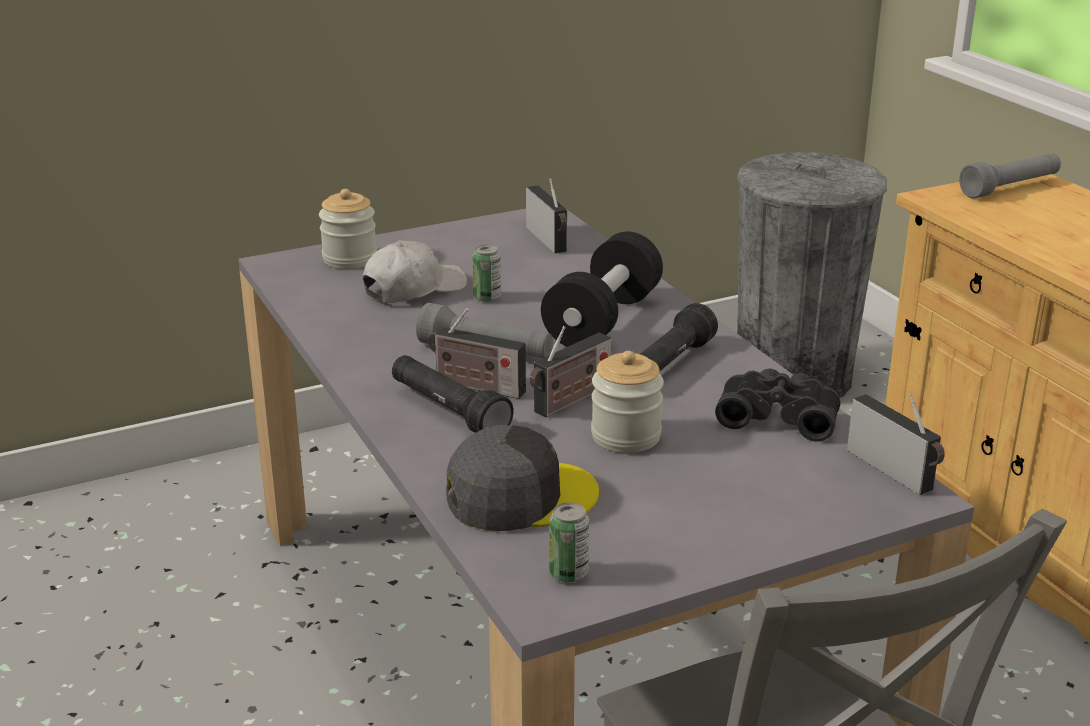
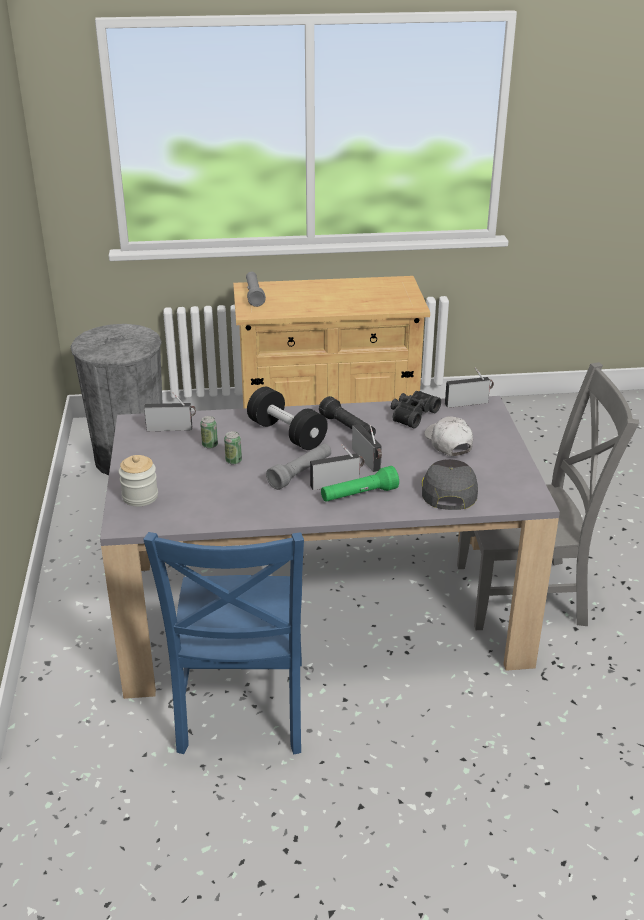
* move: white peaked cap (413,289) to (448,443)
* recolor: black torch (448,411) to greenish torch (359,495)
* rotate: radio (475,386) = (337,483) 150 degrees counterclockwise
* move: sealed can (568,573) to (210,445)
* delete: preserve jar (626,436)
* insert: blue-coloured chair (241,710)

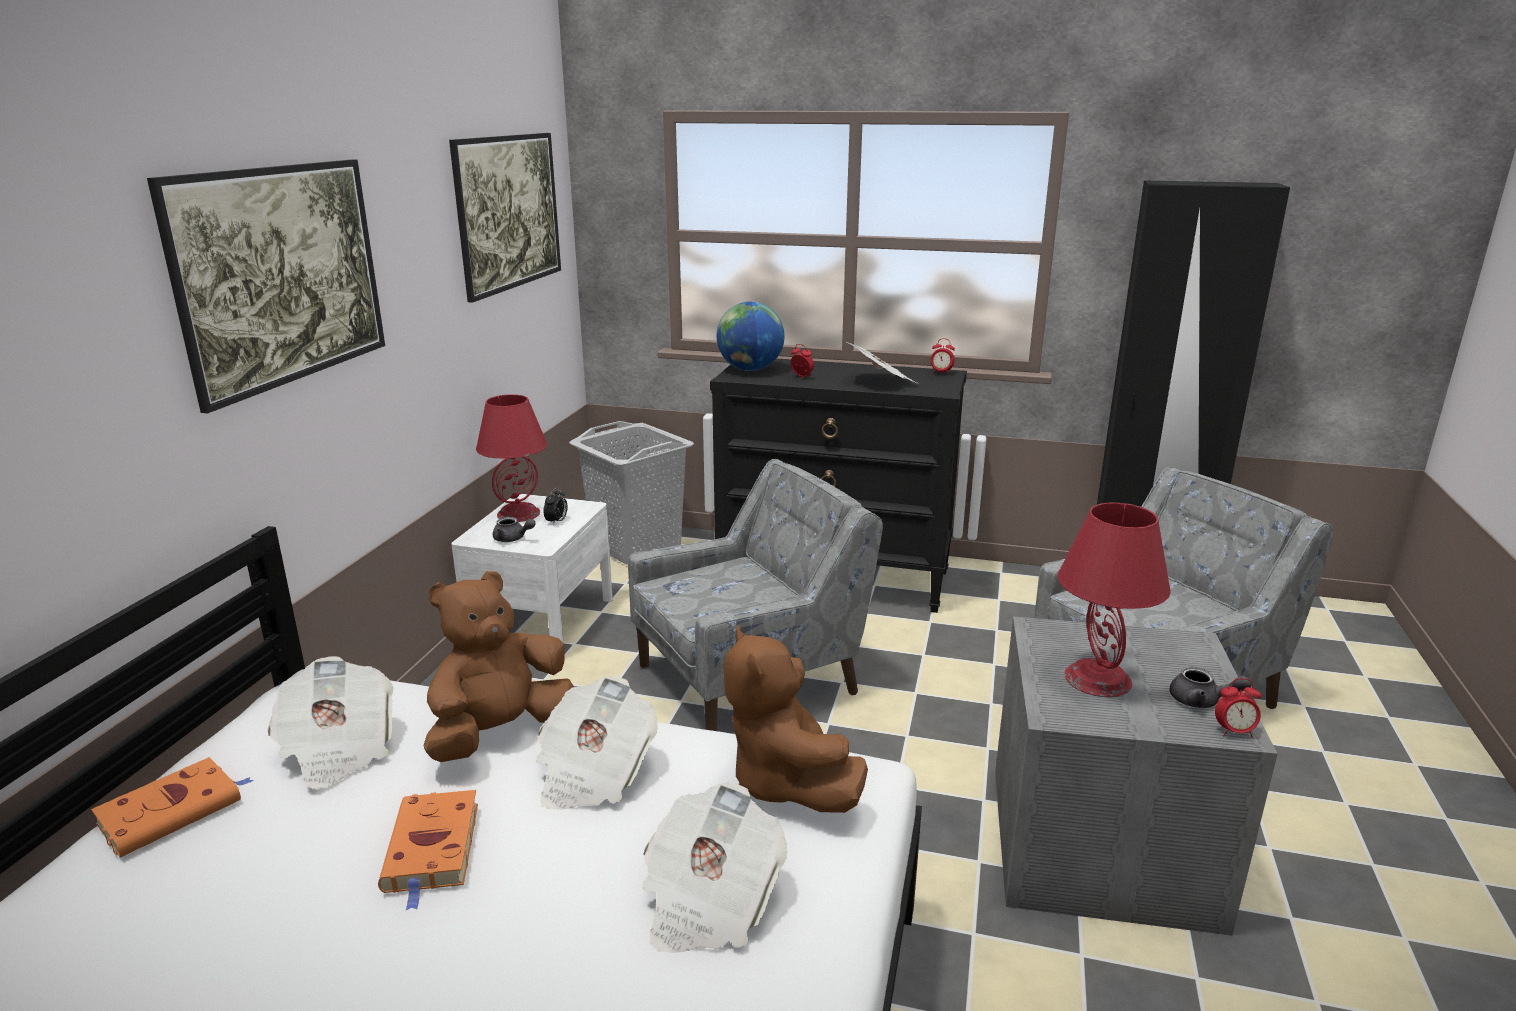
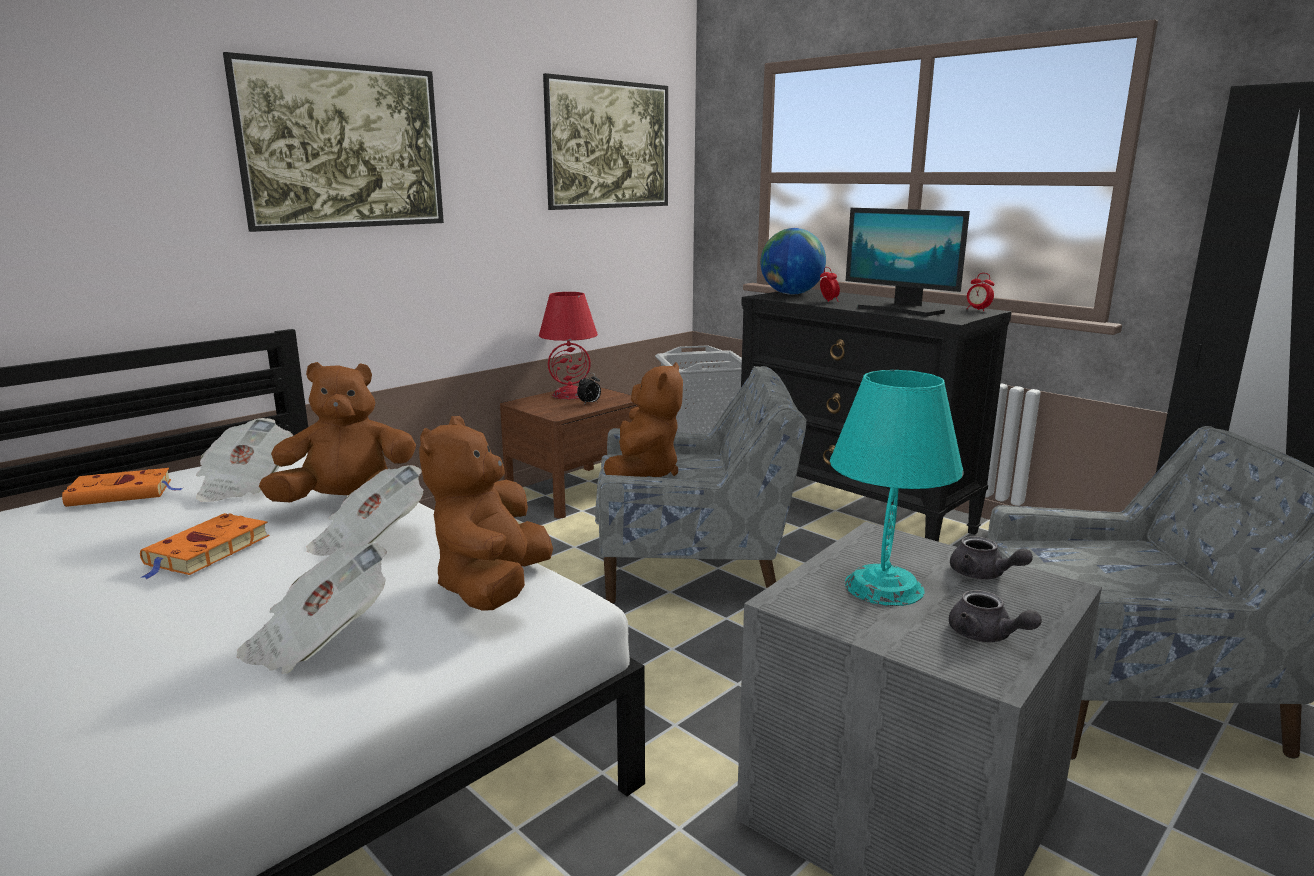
* recolor: white night table (542,621) to brown-coloured night table (575,491)
* move: gray tea pot (513,539) to (983,575)
* replace: newspaper (881,383) to computer display (899,310)
* recolor: red-coloured table lamp (1096,678) to blue-green table lamp (883,586)
* delete: table clock (1234,732)
* insert: brown-coloured cuddly toy (643,473)

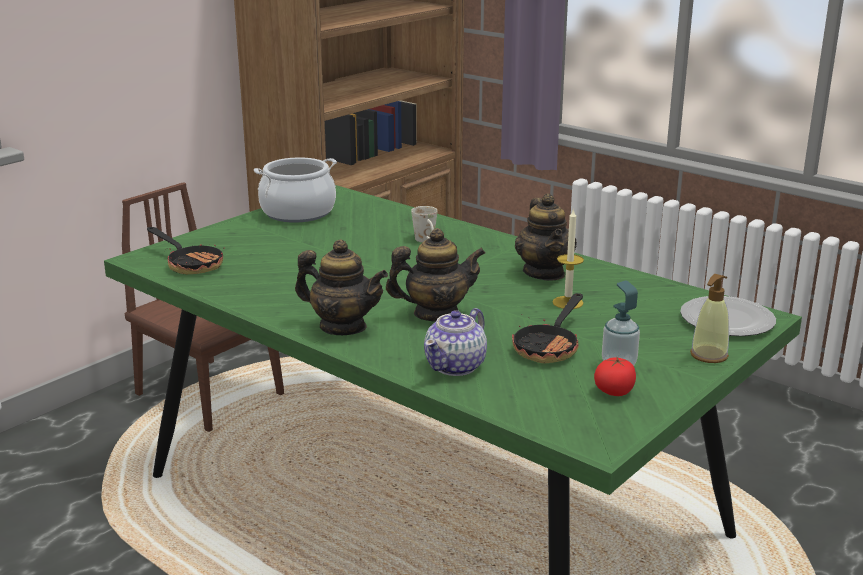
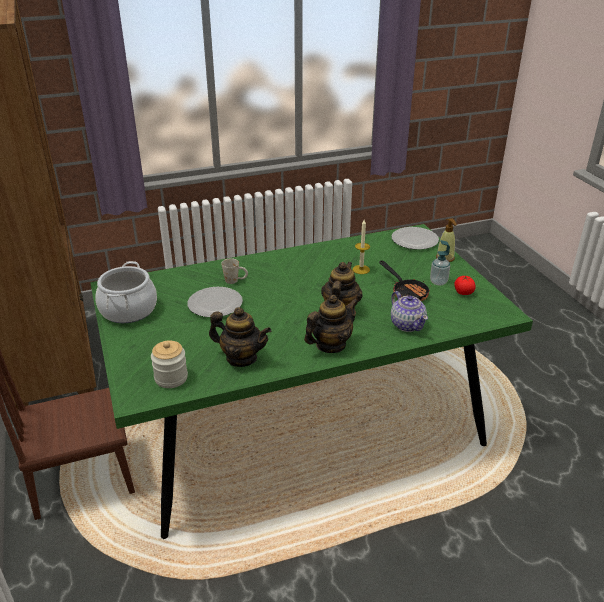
* replace: pan (190,264) to preserve jar (171,378)
* move: tea pot (544,273) to (241,358)
* insert: dinner plate (215,304)

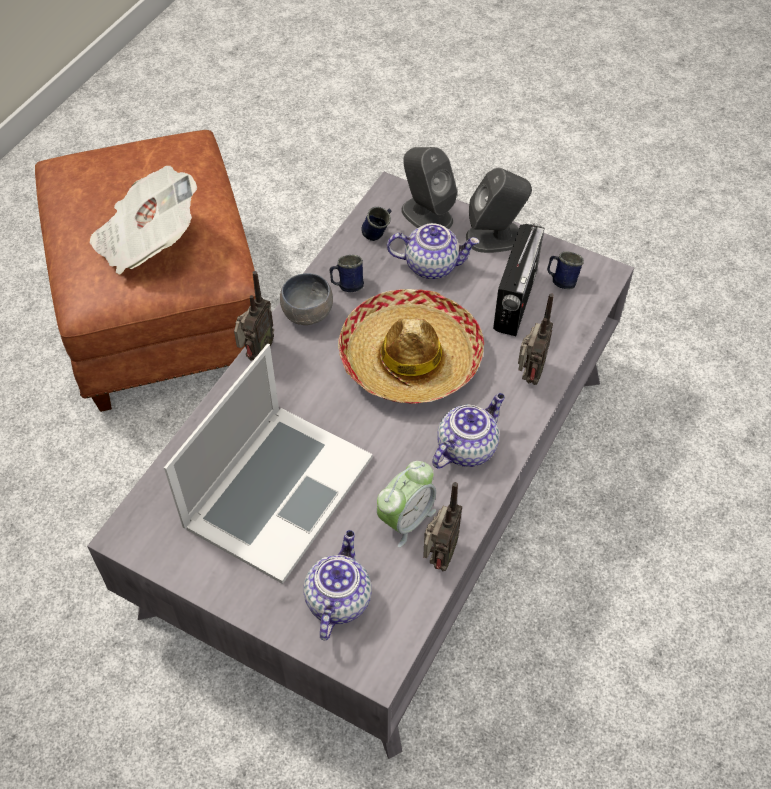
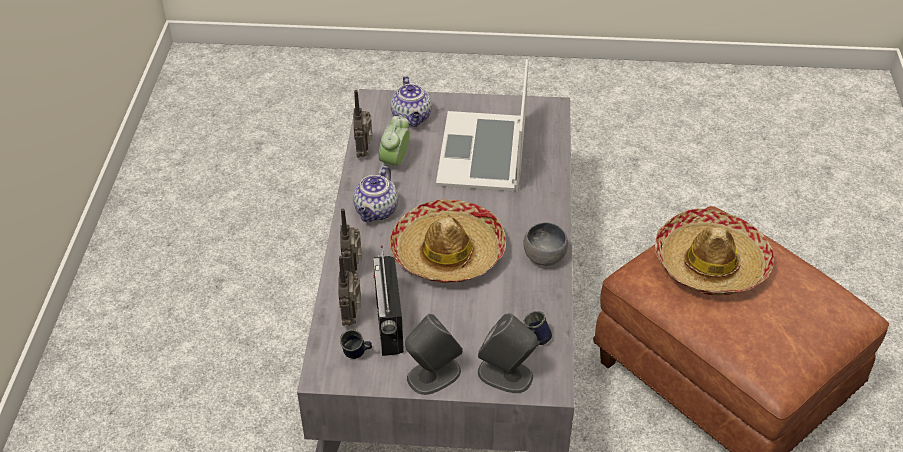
* replace: newspaper (147,241) to clothing hat (711,264)
* move: radio (256,354) to (352,317)
* delete: blue-coloured tea mug (347,285)
* delete: tea pot (432,265)

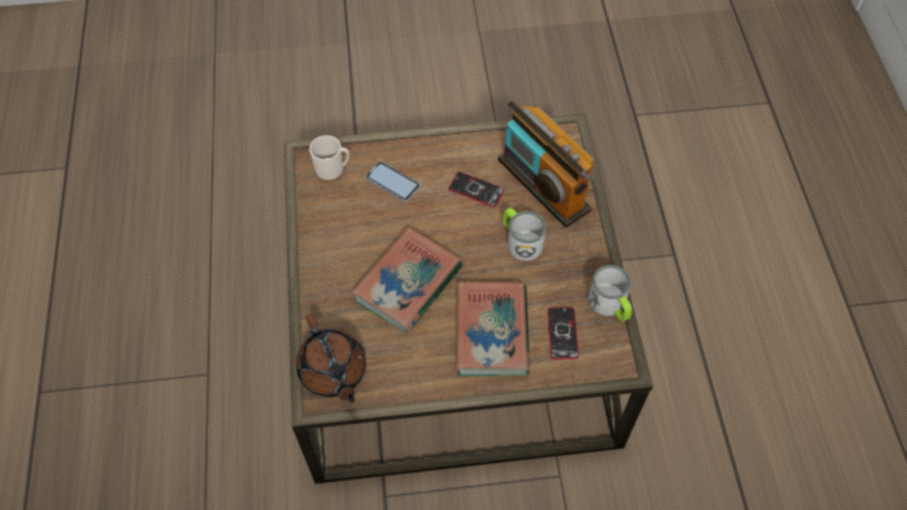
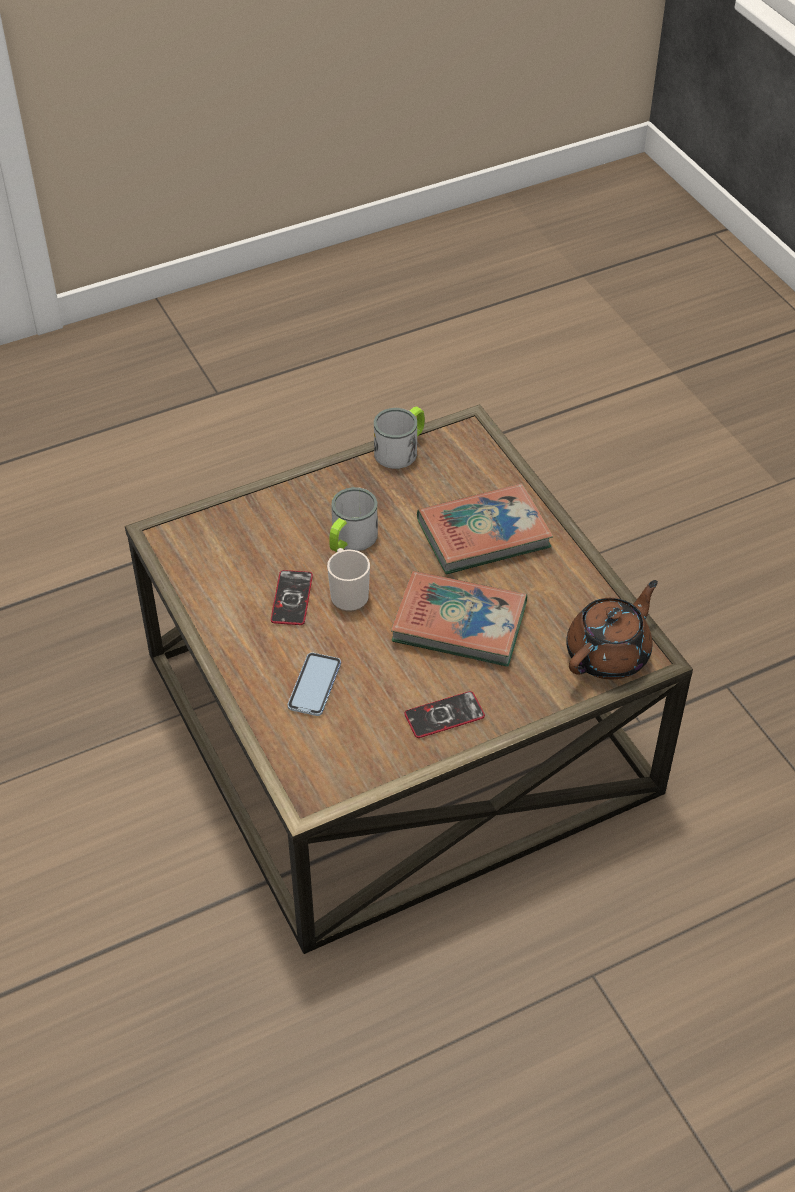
* move: tea mug (332,169) to (348,594)
* delete: radio (543,185)
* move: telephone (562,333) to (444,715)

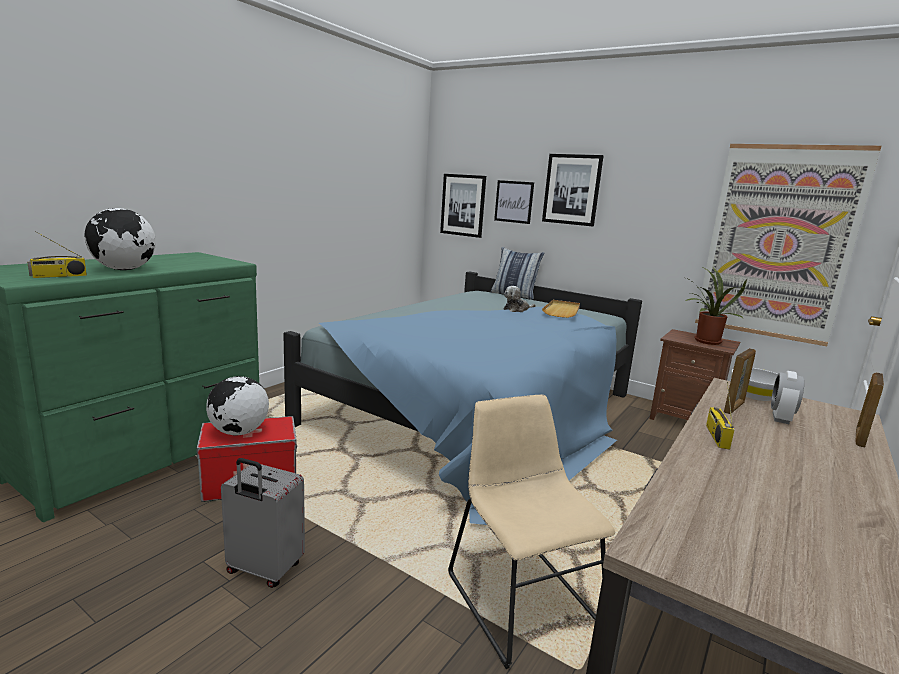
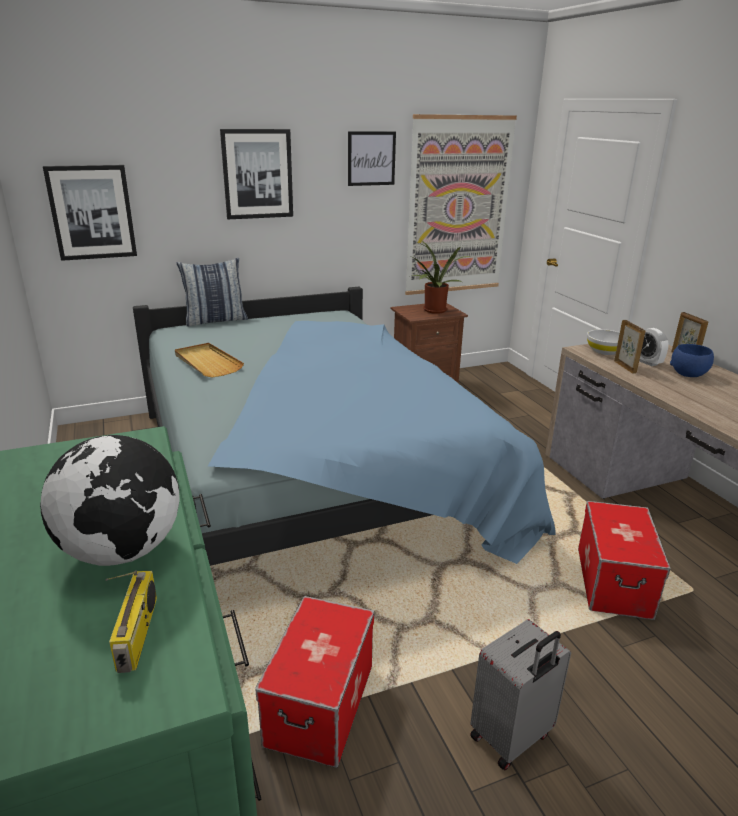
* delete: desk globe (239,432)
* replace: sand-coloured chair (520,596) to storage container (612,582)
* move: picture (514,201) to (371,158)
* delete: cuddly toy (517,310)
* move: sand-coloured tray (562,311) to (207,363)
* delete: radio (716,436)
* insert: blue-coloured deep dish (688,374)

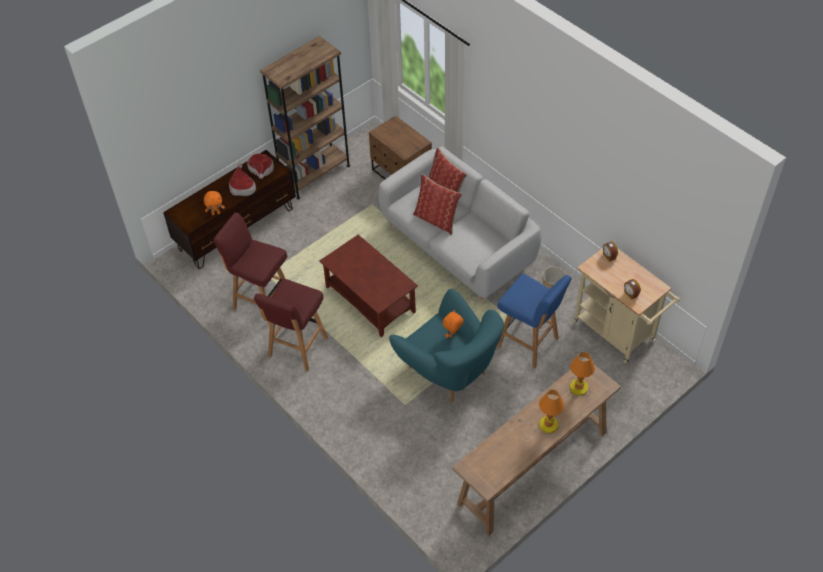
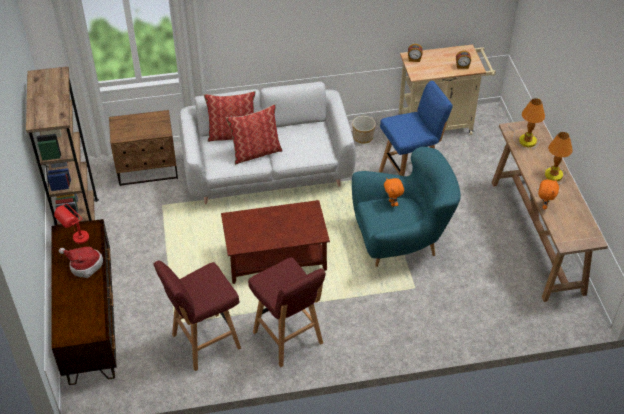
* move: orange-coloured cuddly toy (216,213) to (544,205)
* replace: clothing hat (261,170) to red-coloured table lamp (76,241)

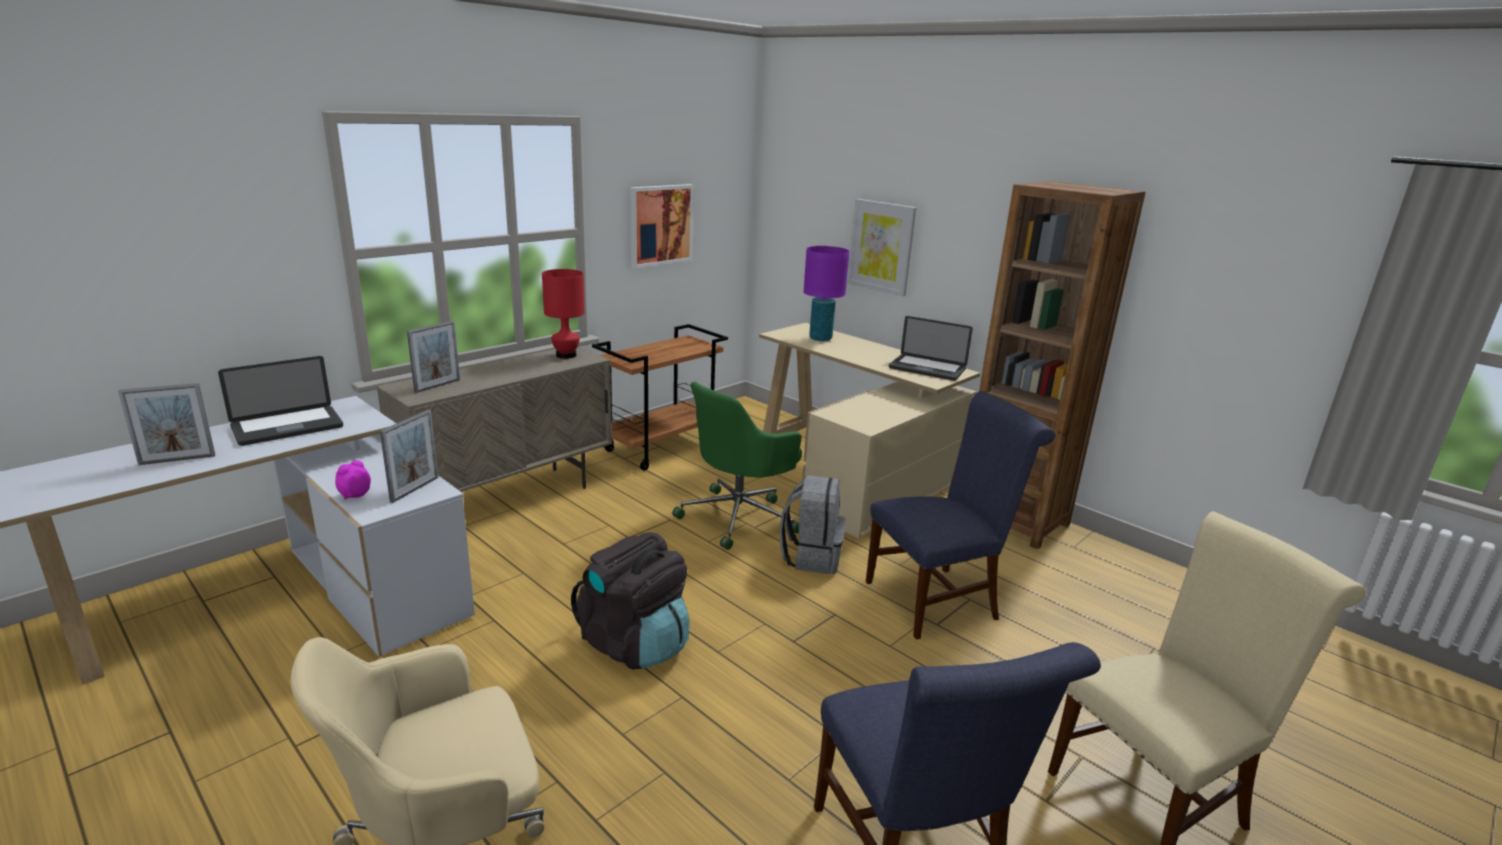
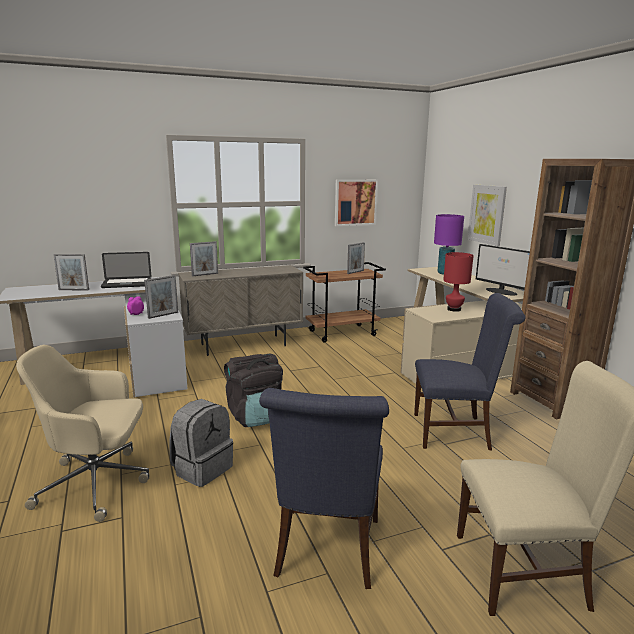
* move: red-coloured table lamp (566,355) to (454,309)
* delete: greenish desk chair (739,517)
* move: gray rucksack (811,557) to (202,468)
* replace: laptop (927,369) to computer display (501,291)
* insert: picture frame (355,272)

